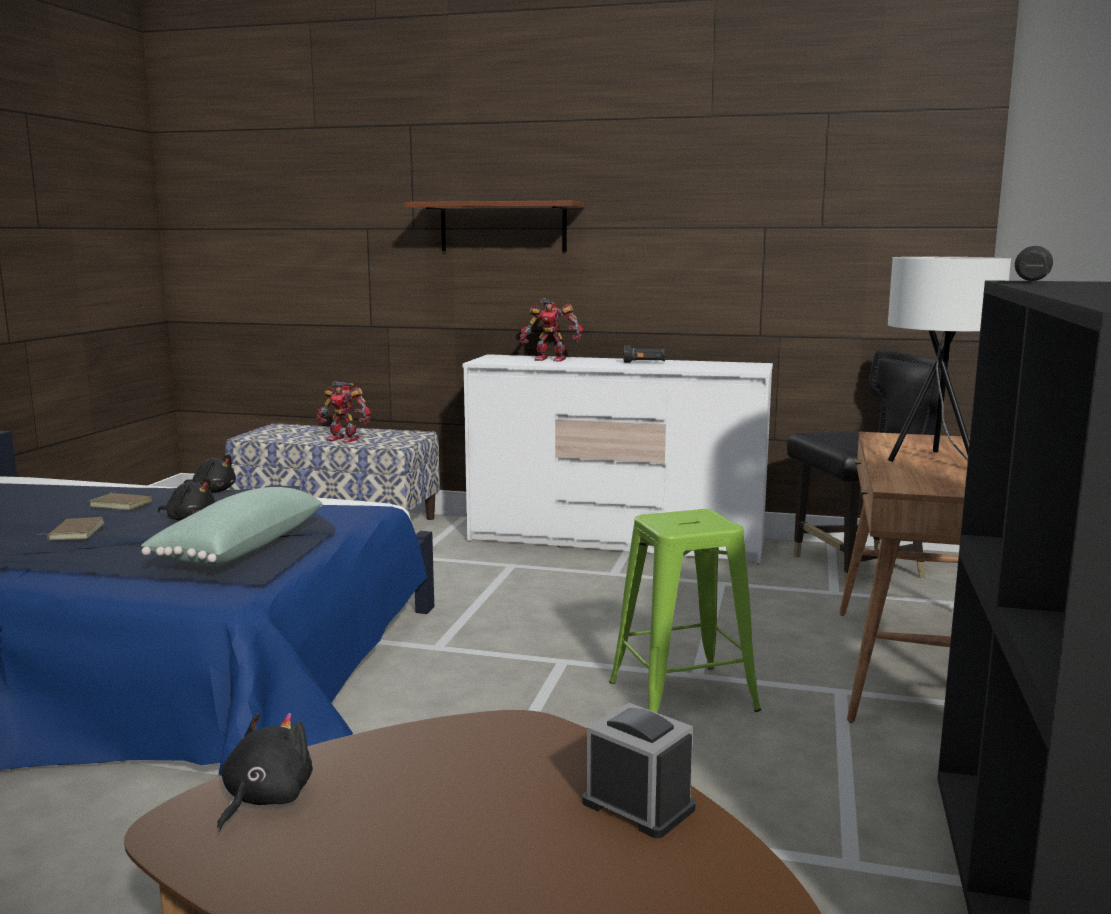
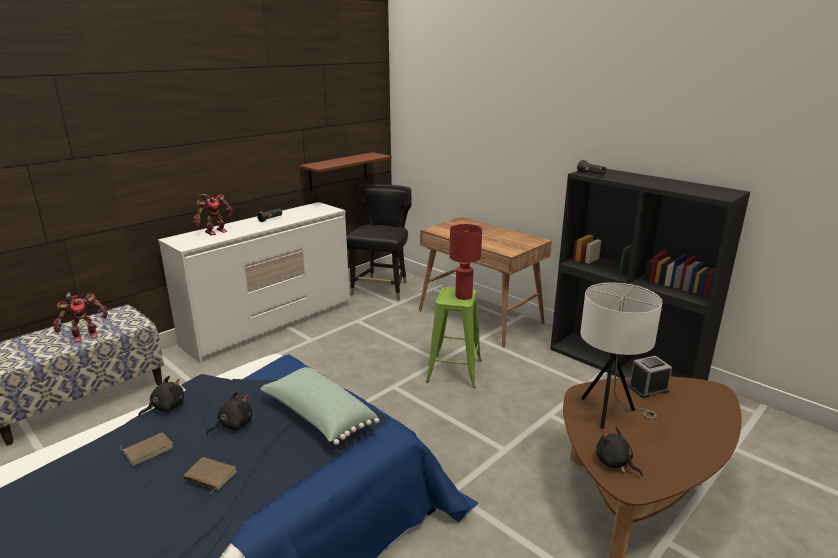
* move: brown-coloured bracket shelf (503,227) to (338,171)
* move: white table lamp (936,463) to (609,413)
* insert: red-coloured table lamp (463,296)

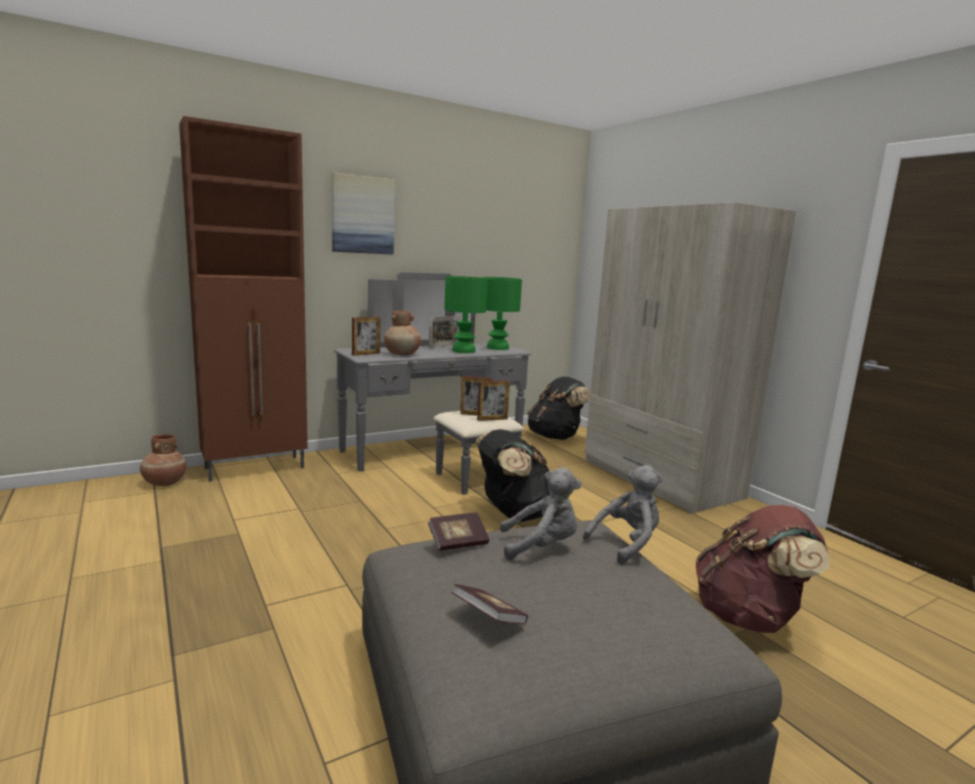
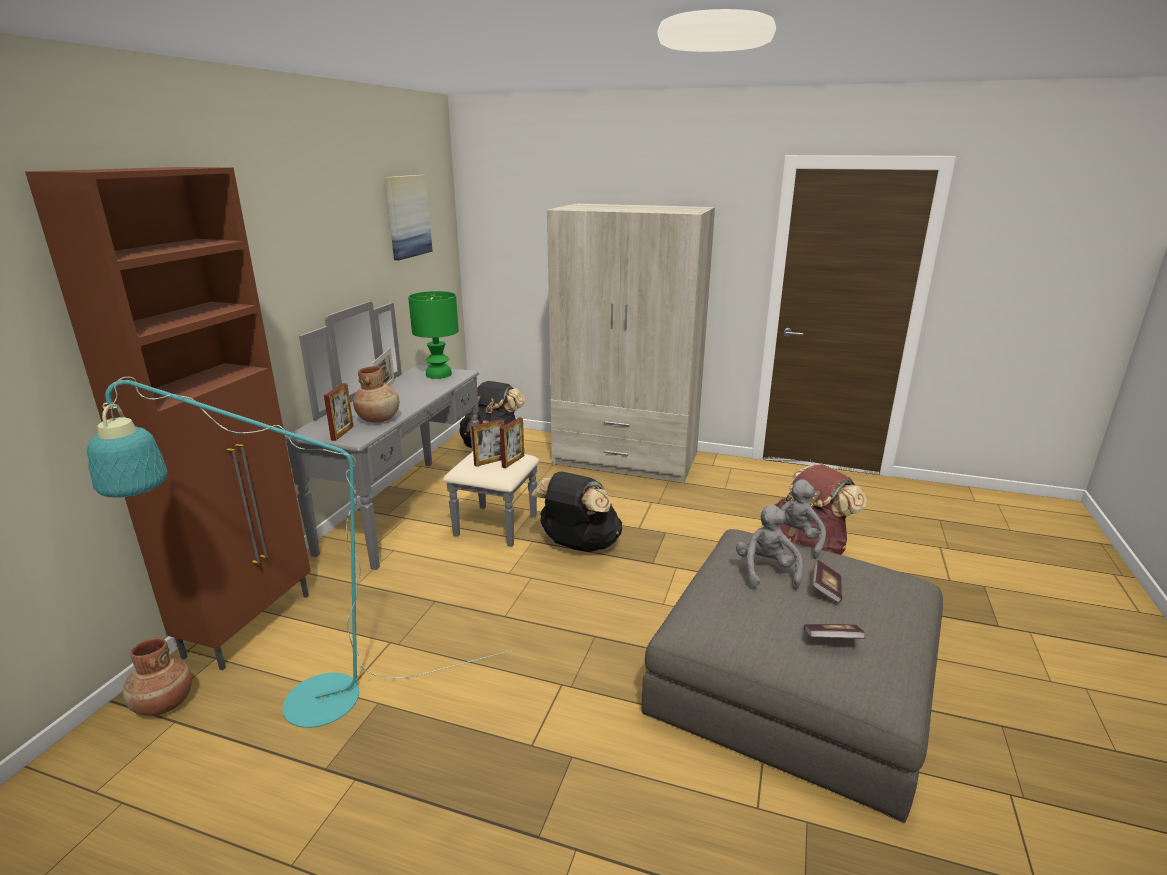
* move: picture (363,215) to (407,216)
* move: book (458,542) to (826,589)
* delete: greenish table lamp (463,351)
* rotate: gray cuddly toy (541,546) = (766,571) 45 degrees counterclockwise
* insert: blue-green floor lamp (300,705)

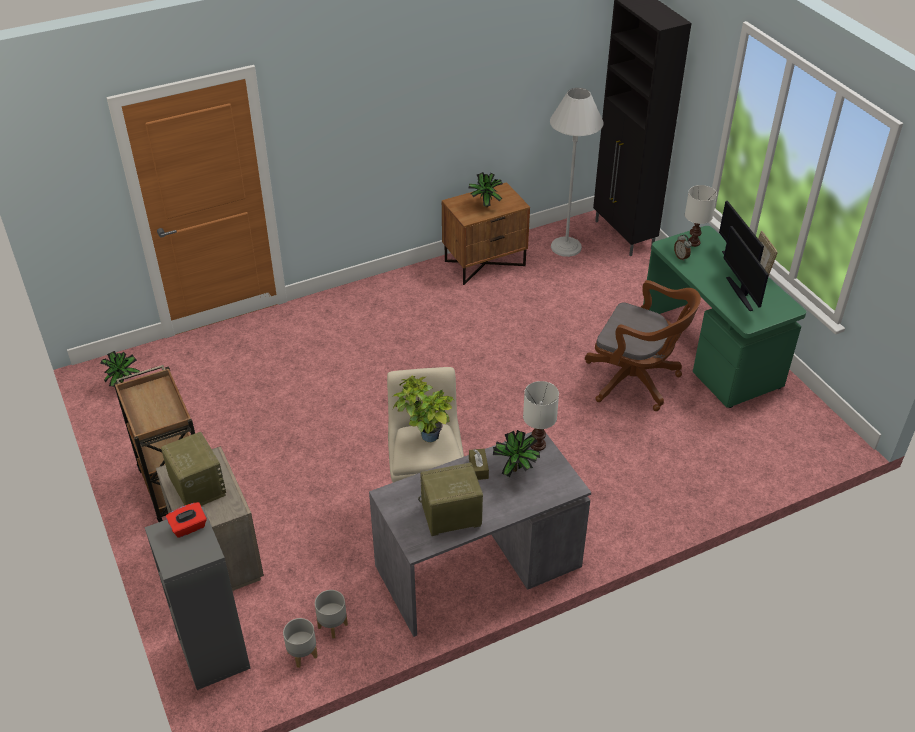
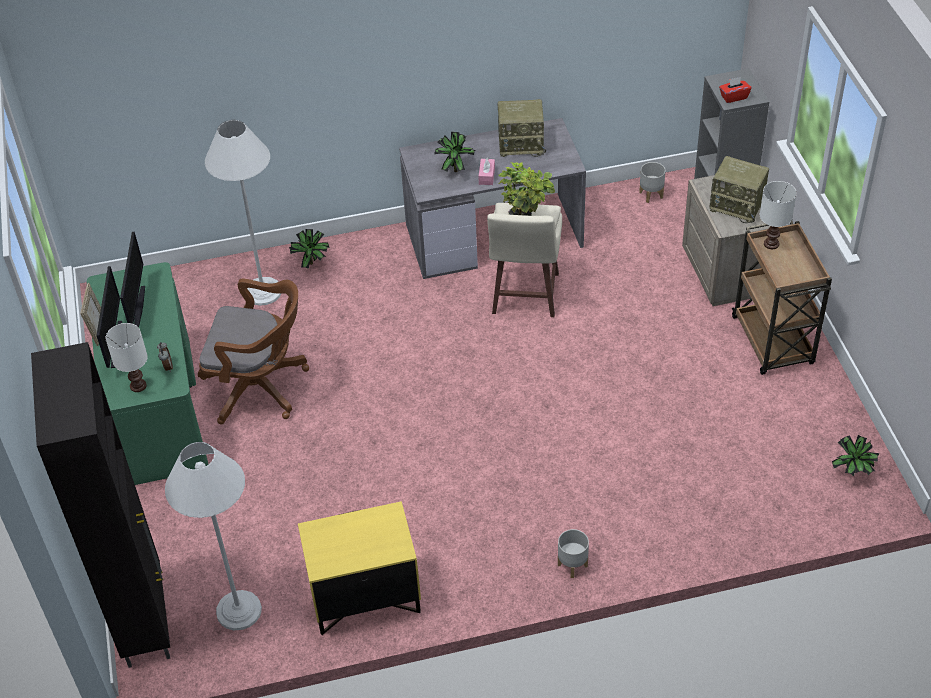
* rotate: radio (197,486) = (737,205) 45 degrees counterclockwise
* move: gray planter (332,626) to (573,565)
* recolor: brown-coloured night table (484,262) to yellow night table (365,599)
* move: houseplant (484,205) to (313,265)
* recolor: brown-coloured tissue holder (478,468) to pinkish tissue holder (486,176)
* move: white table lamp (538,445) to (771,243)
* rotate: brown-coloured desk chair (636,381) = (261,387) 150 degrees clockwise
* insert: white floor lamp (263,291)

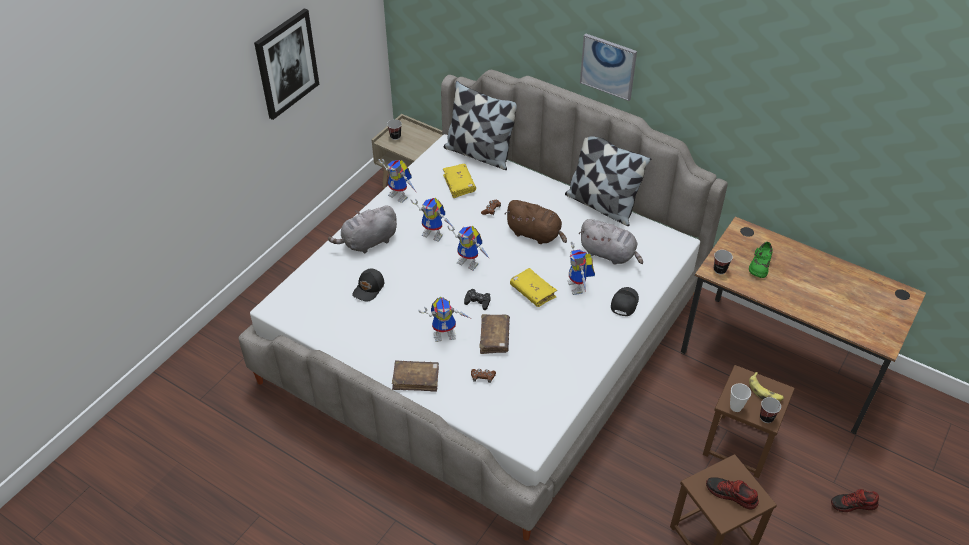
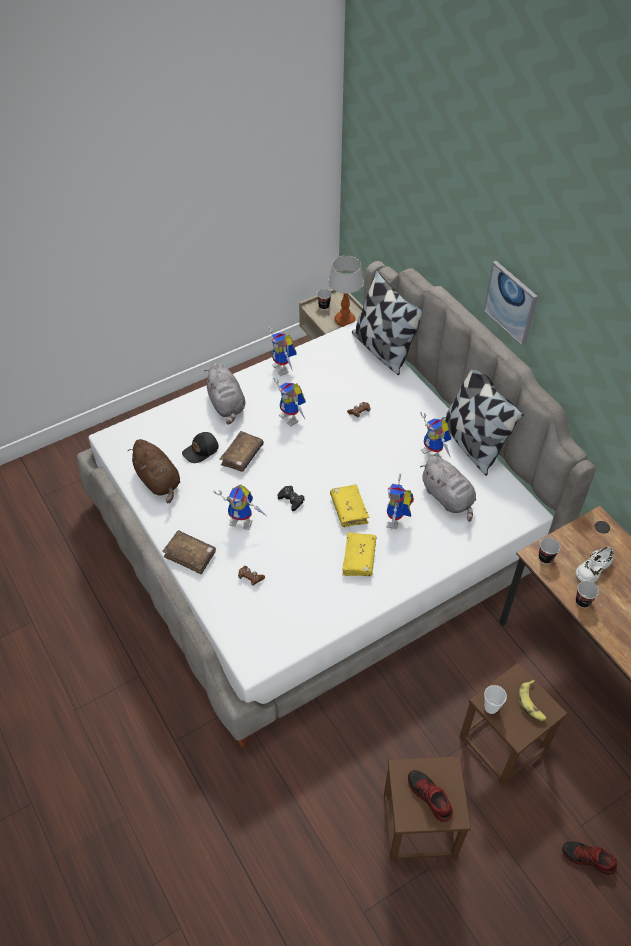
* delete: picture (286,63)
* rotate: gray cuddly toy (368,242) = (227,405) 105 degrees counterclockwise
* move: yellow book (459,184) to (359,558)
* move: toy robot (470,262) to (434,454)
* move: brown-coloured book (494,338) to (242,455)
* move: brown-coloured cuddly toy (535,234) to (159,481)
* delete: black peaked cap (623,303)
* recolor: greenish item of footwear (760,265) to white item of footwear (592,569)
* move: cup (766,417) to (582,601)
* insert: table lamp (345,321)

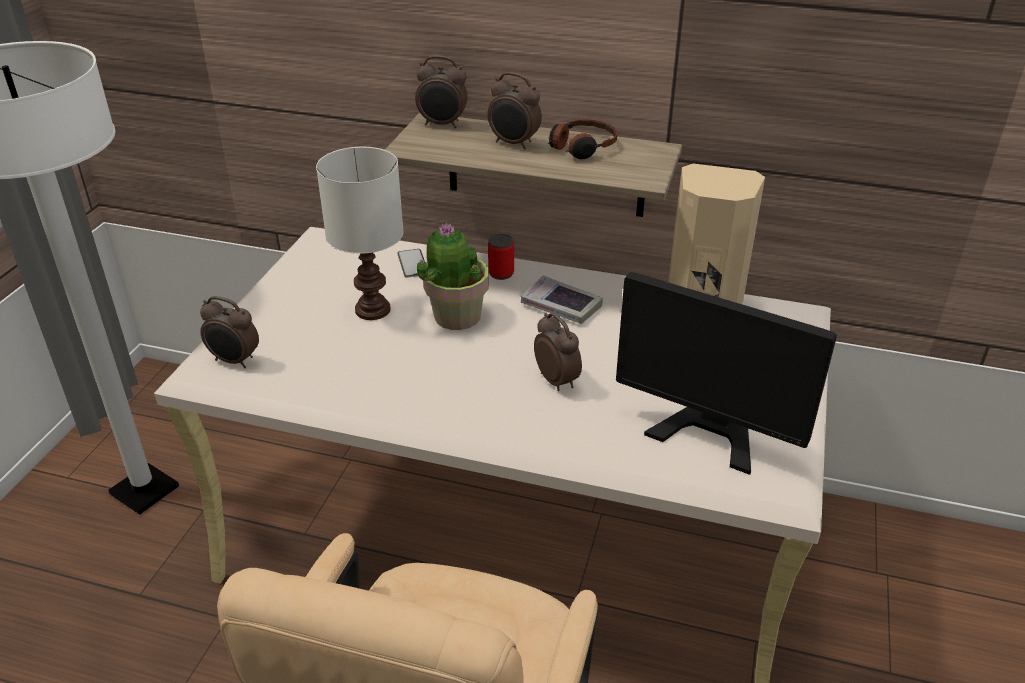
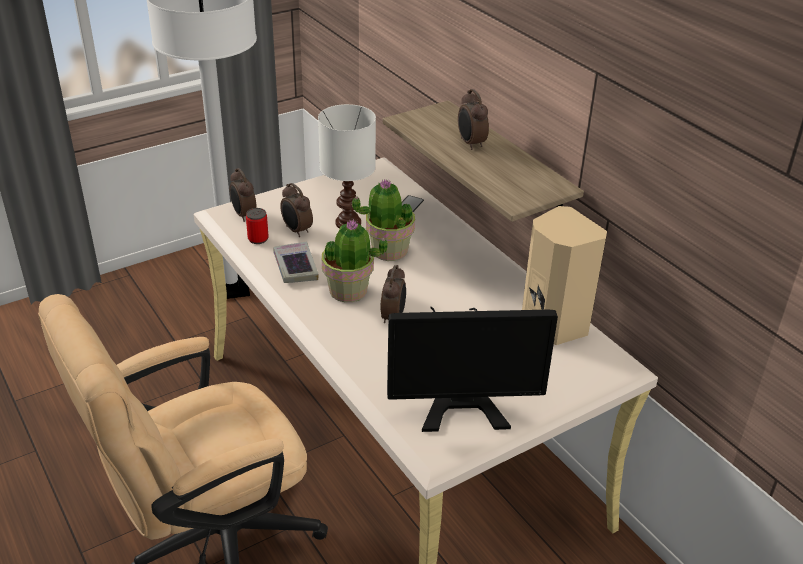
* move: table clock (442,125) to (296,231)
* move: sealed can (501,273) to (258,239)
* move: book (561,306) to (295,267)
* delete: pair of headphones (581,147)
* rotate: computer display (721,415) = (461,392) 75 degrees counterclockwise
* insert: houseplant (349,291)

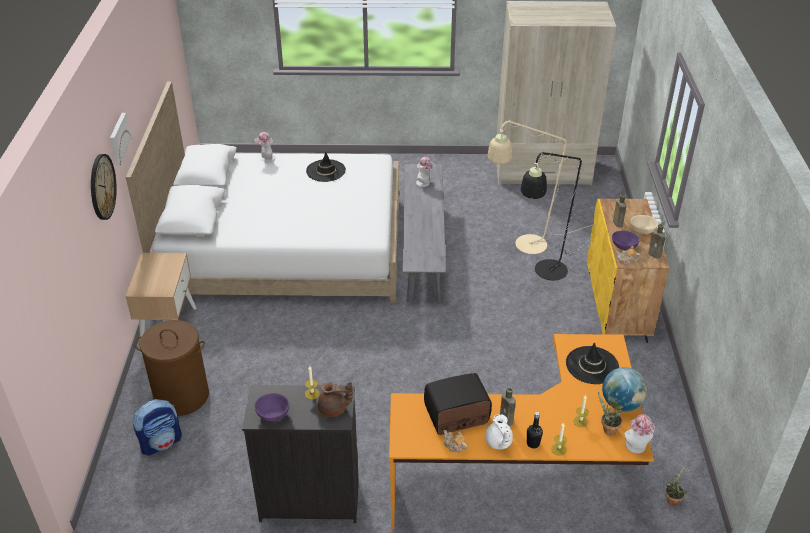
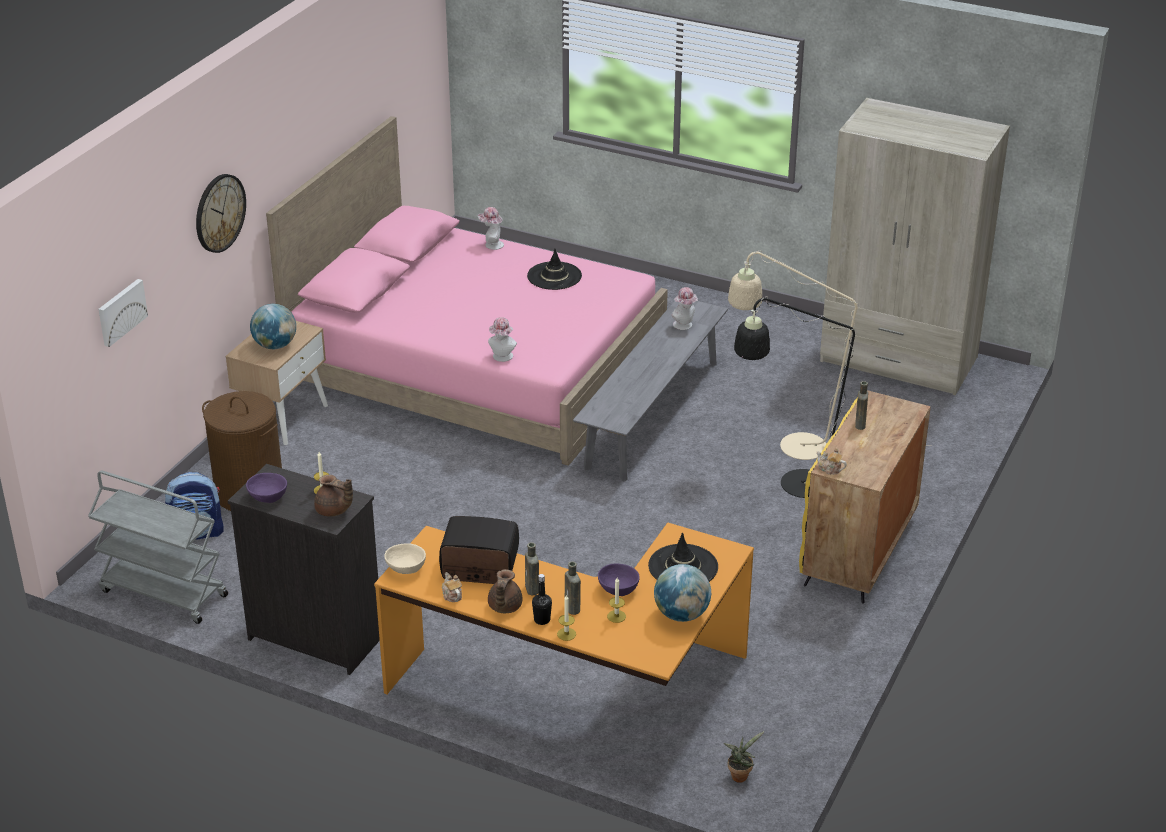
* move: picture (118,138) to (121,311)
* recolor: white sleeping bed (284,248) to pinkish sleeping bed (478,367)
* recolor: white tea pot (498,442) to brown-coloured tea pot (504,607)
* delete: houseplant (607,429)
* move: purple-coloured deep dish (624,247) to (618,589)
* move: clothing hat (636,447) to (502,357)
* move: sand-coloured deep dish (643,231) to (406,568)
* move: brown-coloured drink bottle (655,255) to (573,609)
* insert: gray trolley (162,593)
* insert: desk globe (275,345)

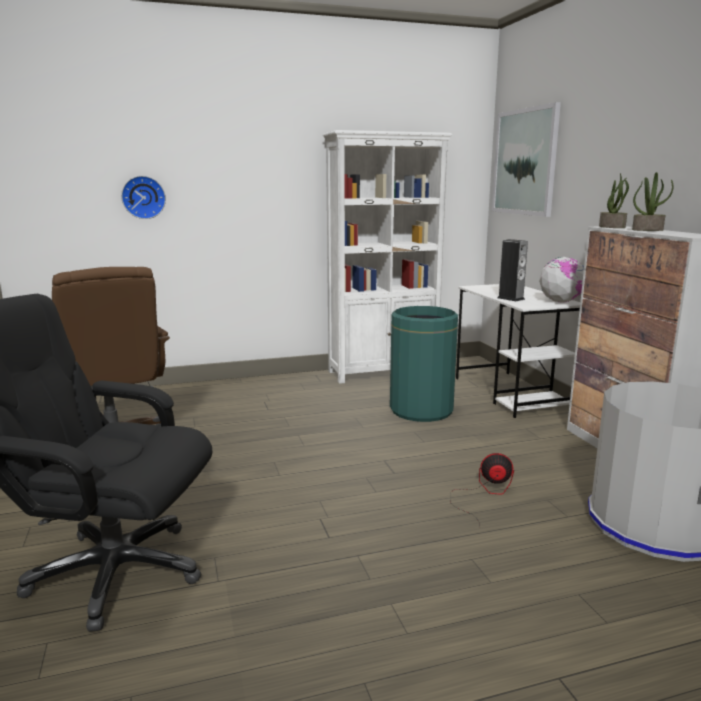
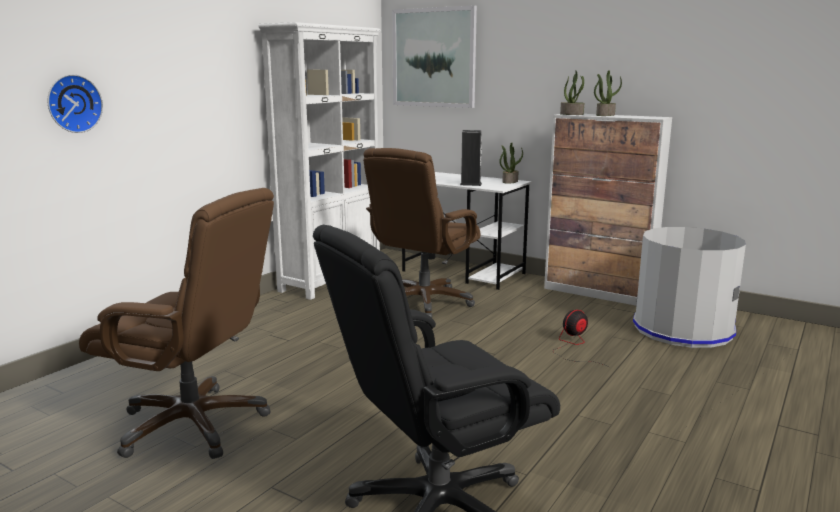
* replace: greenish trash can (421,410) to brown-coloured desk chair (424,302)
* replace: desk globe (561,302) to houseplant (510,181)

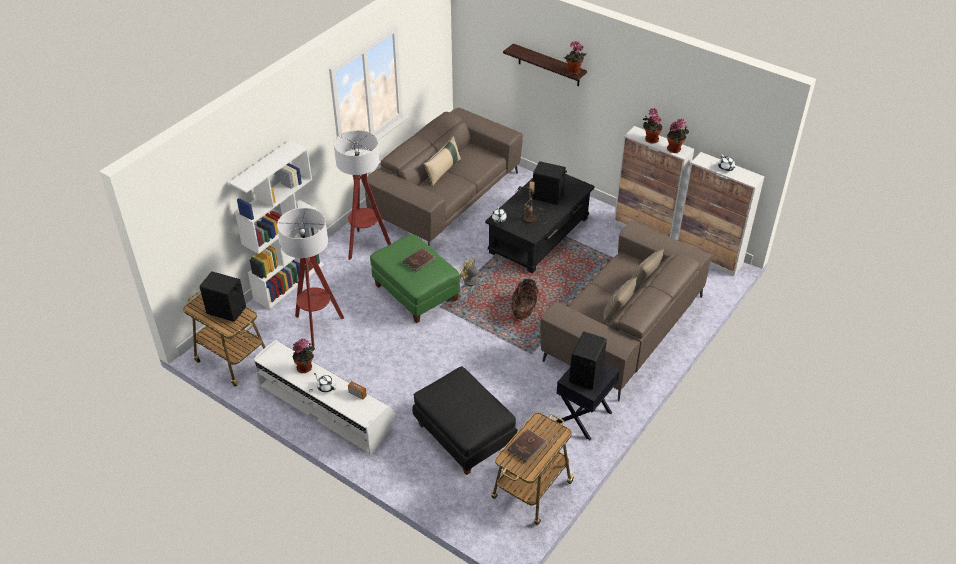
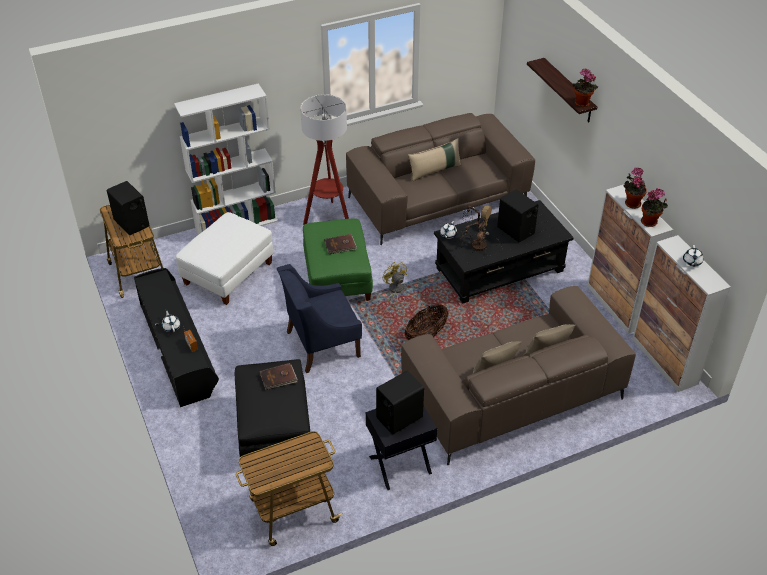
* recolor: white tv stand (326,406) to black tv stand (178,347)
* replace: floor lamp (317,327) to white footrest (228,274)
* delete: houseplant (306,367)
* move: brown-coloured book (527,447) to (278,378)
* insert: blue-coloured lounge chair (321,344)

